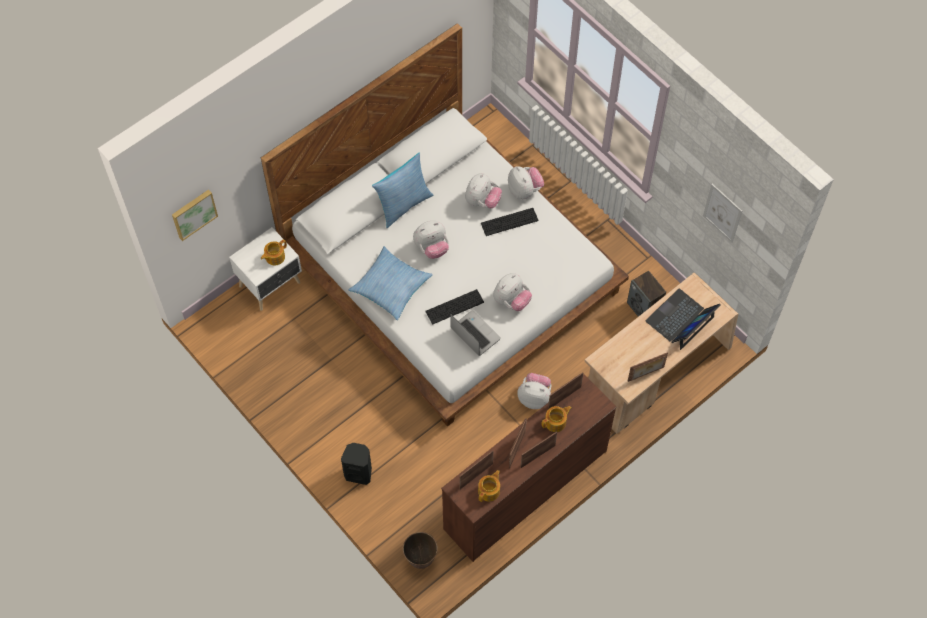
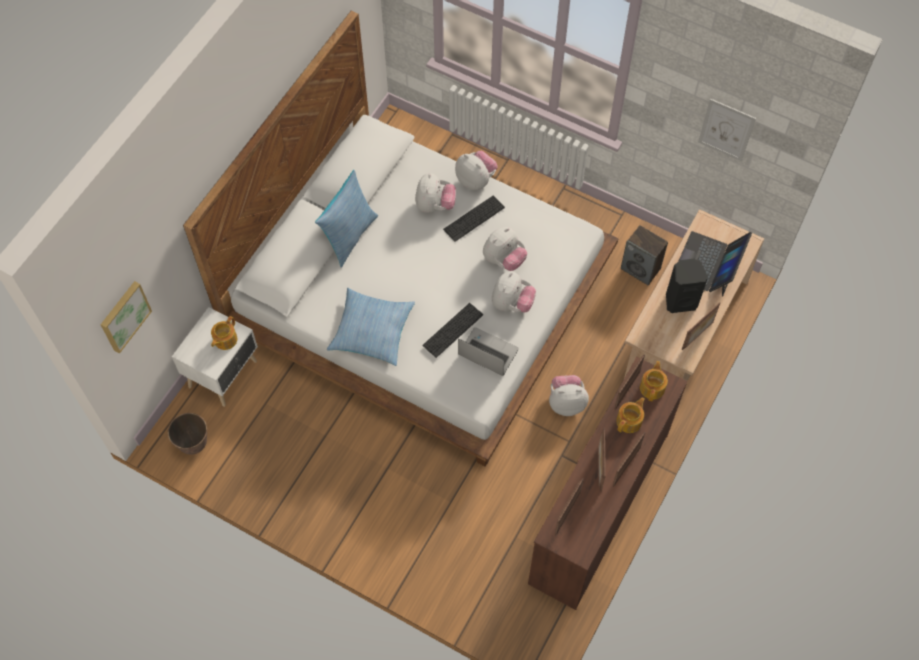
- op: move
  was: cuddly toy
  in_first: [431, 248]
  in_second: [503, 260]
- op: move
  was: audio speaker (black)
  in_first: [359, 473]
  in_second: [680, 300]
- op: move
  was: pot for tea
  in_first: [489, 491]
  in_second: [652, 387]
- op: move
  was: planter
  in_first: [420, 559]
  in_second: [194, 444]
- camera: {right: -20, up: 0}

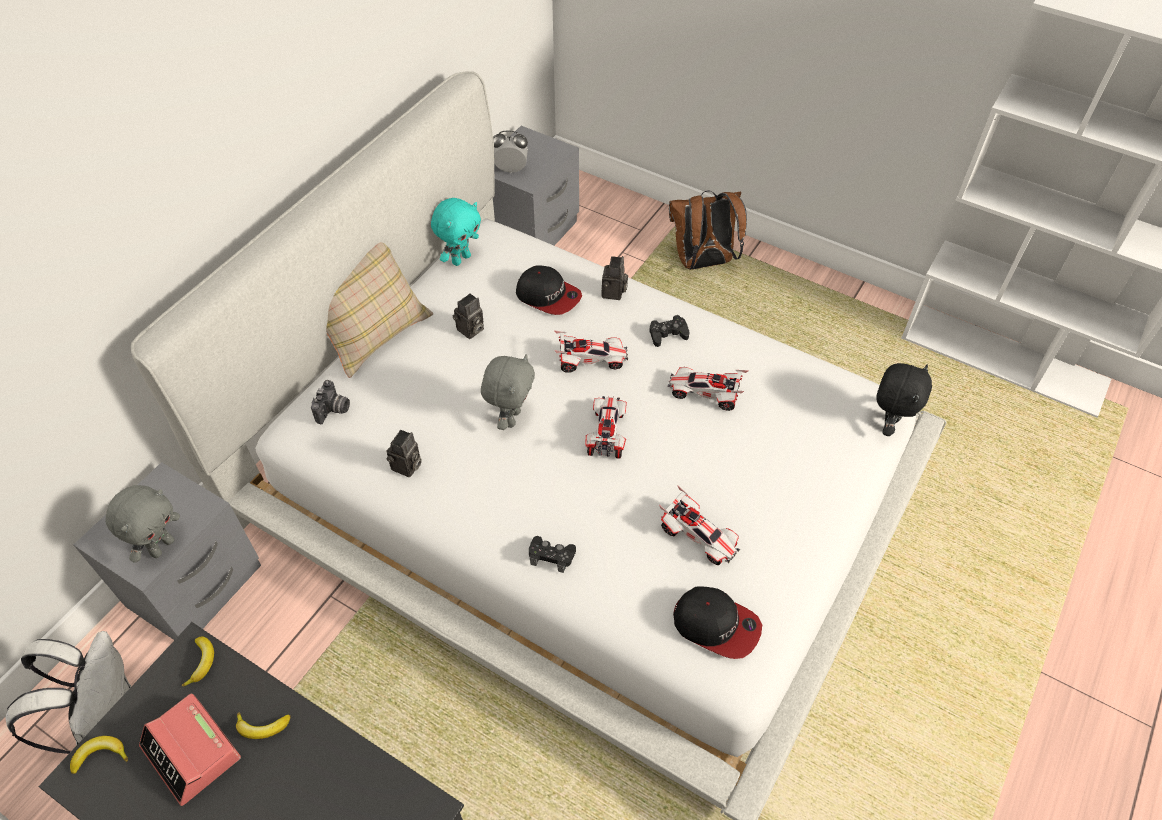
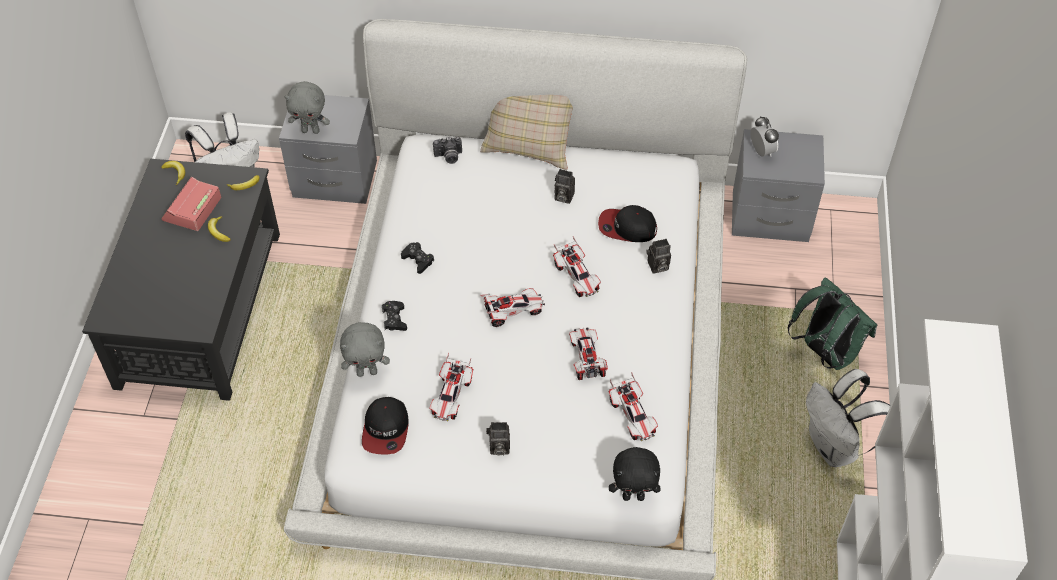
- op: recolor
  was: backpack (brown-coloured)
  now: backpack (green)
  in_first: [702, 263]
  in_second: [824, 352]
- op: delete
  was: cuddly toy (blue-green)
  in_first: [460, 259]
- op: rotate
  was: peaked cap
  in_first: [548, 296]
  in_second: [627, 227]
  clockwise: 90
- op: move
  was: joypad (black)
  in_first: [668, 334]
  in_second: [418, 260]
- op: move
  was: cuddly toy (grey)
  in_first: [511, 418]
  in_second: [367, 372]
- op: move
  was: still camera
  in_first: [407, 467]
  in_second: [498, 448]
- op: insert
  now: backpack (white-coloured)
  in_second: [835, 447]
- op: insert
  now: toy car
  in_second: [633, 416]
- camera: {right: 65, up: 0}

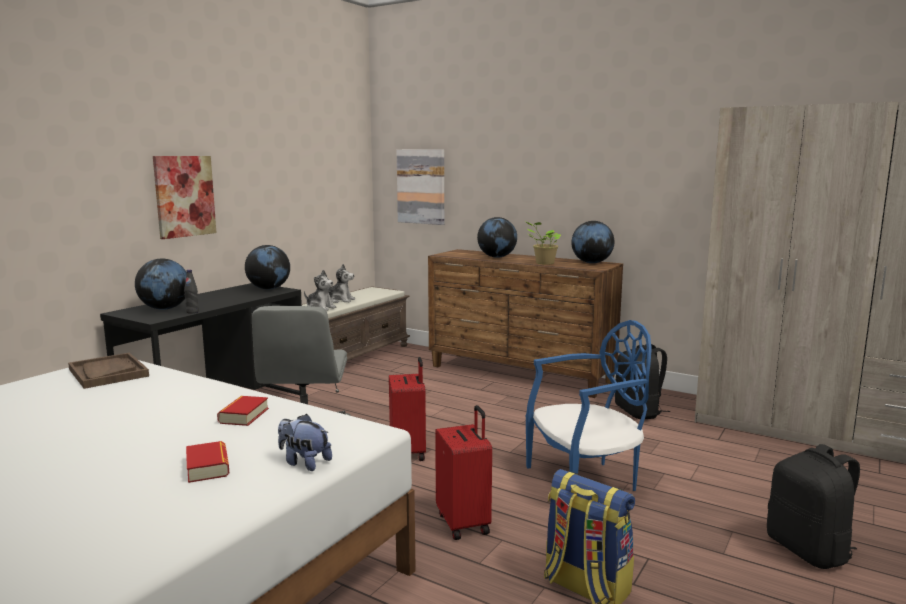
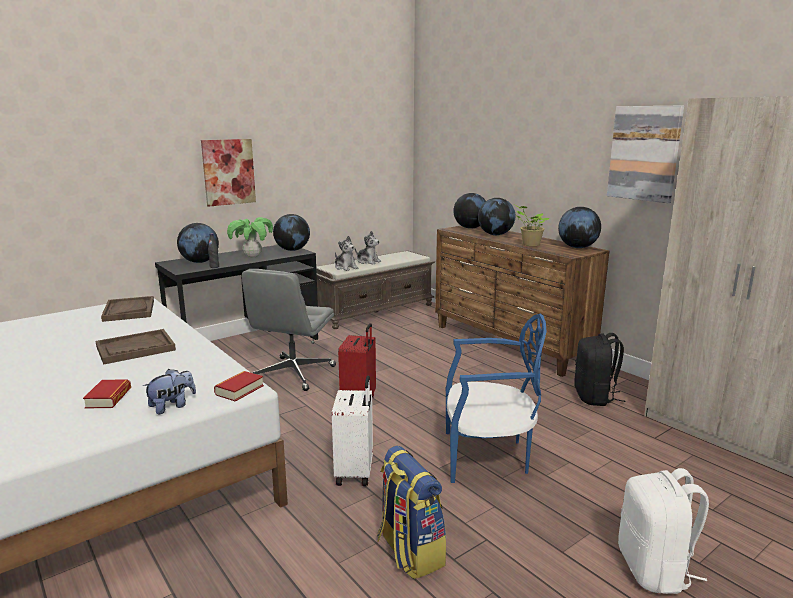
- op: move
  was: wall art
  in_first: [421, 186]
  in_second: [644, 153]
- op: move
  was: bound book
  in_first: [243, 416]
  in_second: [239, 390]
- op: recolor
  was: suitcase (red)
  now: suitcase (white-coloured)
  in_first: [464, 523]
  in_second: [355, 472]
- op: rotate
  was: cuddly toy
  in_first: [304, 462]
  in_second: [172, 406]
  clockwise: 90
- op: recolor
  was: backpack (black)
  now: backpack (white-coloured)
  in_first: [809, 550]
  in_second: [654, 570]
- op: insert
  now: desk globe
  in_second: [470, 228]
- op: insert
  now: potted plant
  in_second: [252, 256]
- op: insert
  now: serving tray (brown-coloured)
  in_second: [135, 348]
- camera: {right: 20, up: 5}

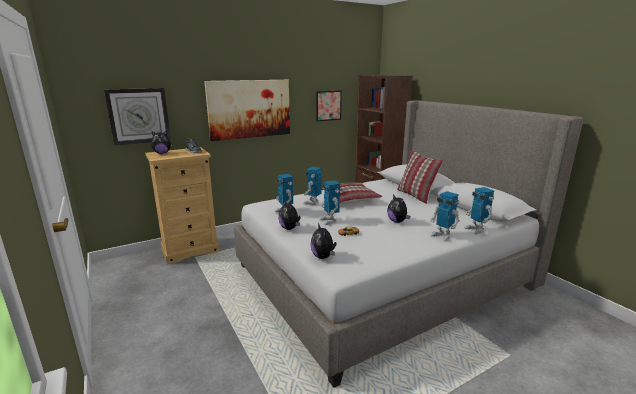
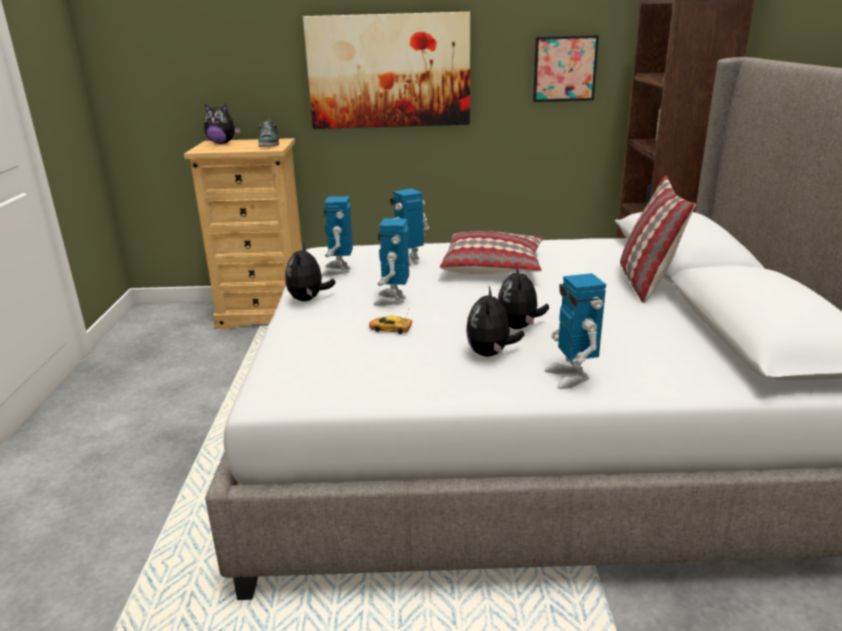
- op: delete
  was: clock on the wall
  in_first: [139, 116]
- op: delete
  was: robot figure
  in_first: [476, 229]
- op: move
  was: cuddly toy
  in_first: [323, 257]
  in_second: [491, 354]
- camera: {right: 30, up: 5}

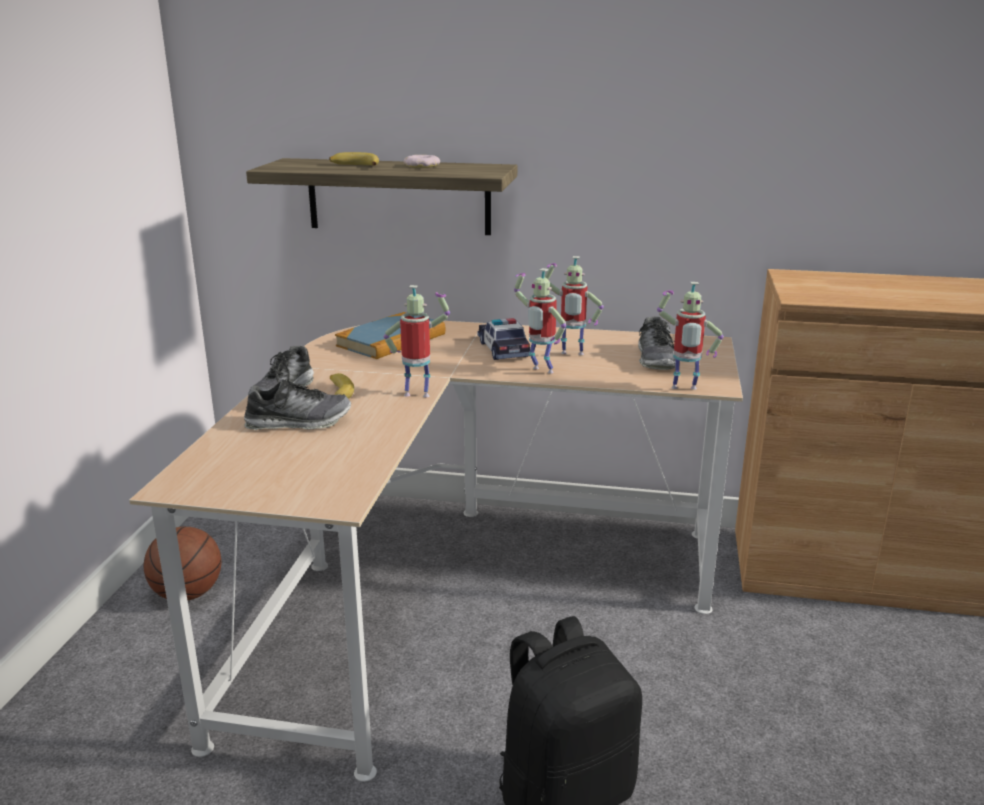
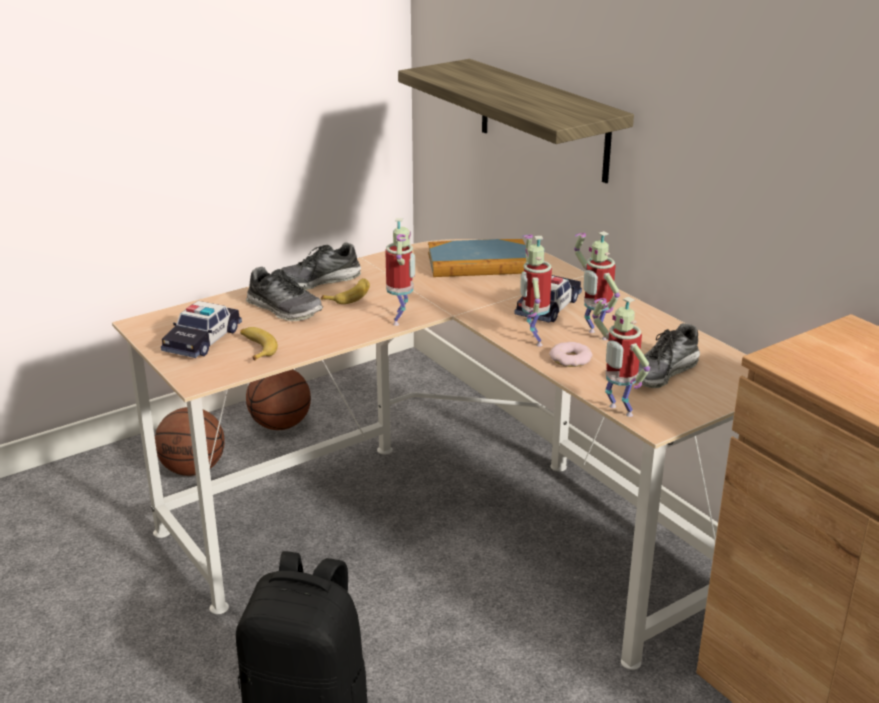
- op: move
  was: banana fruit
  in_first: [354, 166]
  in_second: [256, 348]
- op: move
  was: doughnut
  in_first: [422, 166]
  in_second: [570, 359]
- op: rotate
  was: robot figure
  in_first: [418, 394]
  in_second: [401, 320]
  clockwise: 45
- op: insert
  now: toy car
  in_second: [203, 340]
- op: insert
  now: basketball ball
  in_second: [194, 469]
- camera: {right: 45, up: 5}

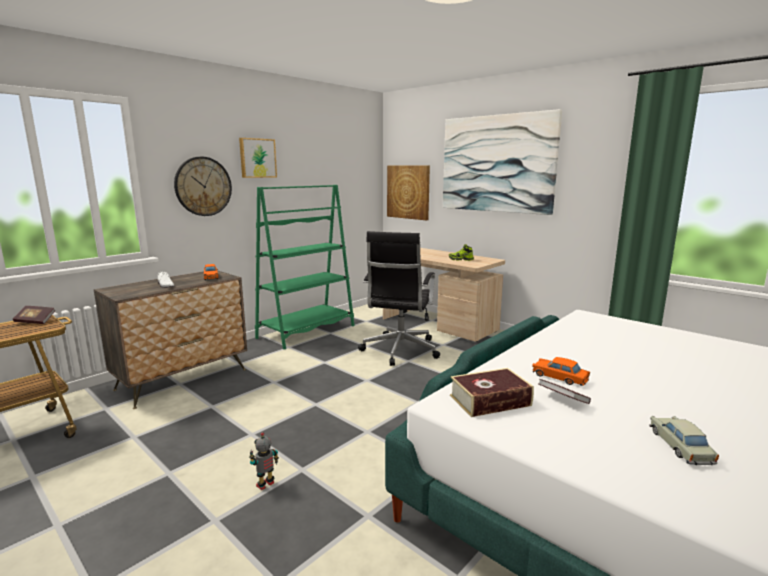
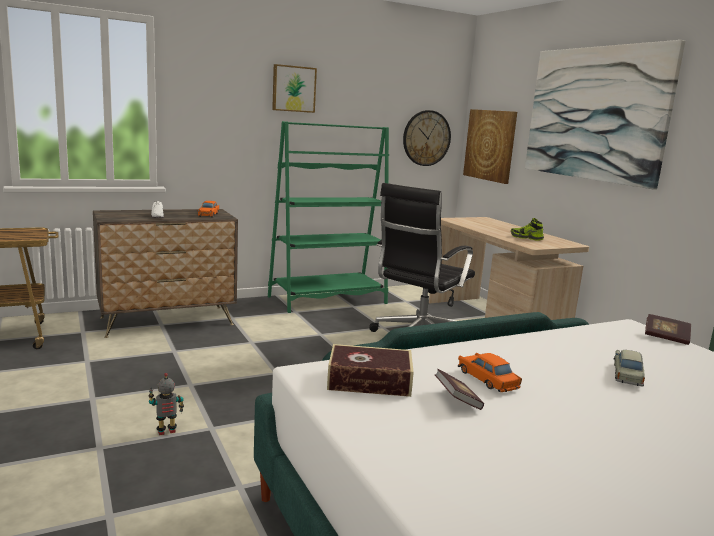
- op: move
  was: clock on the wall
  in_first: [203, 186]
  in_second: [426, 138]
- op: move
  was: bound book
  in_first: [35, 321]
  in_second: [666, 337]
- op: move
  was: toy car (beige-coloured)
  in_first: [680, 447]
  in_second: [627, 375]
- camera: {right: 20, up: 0}

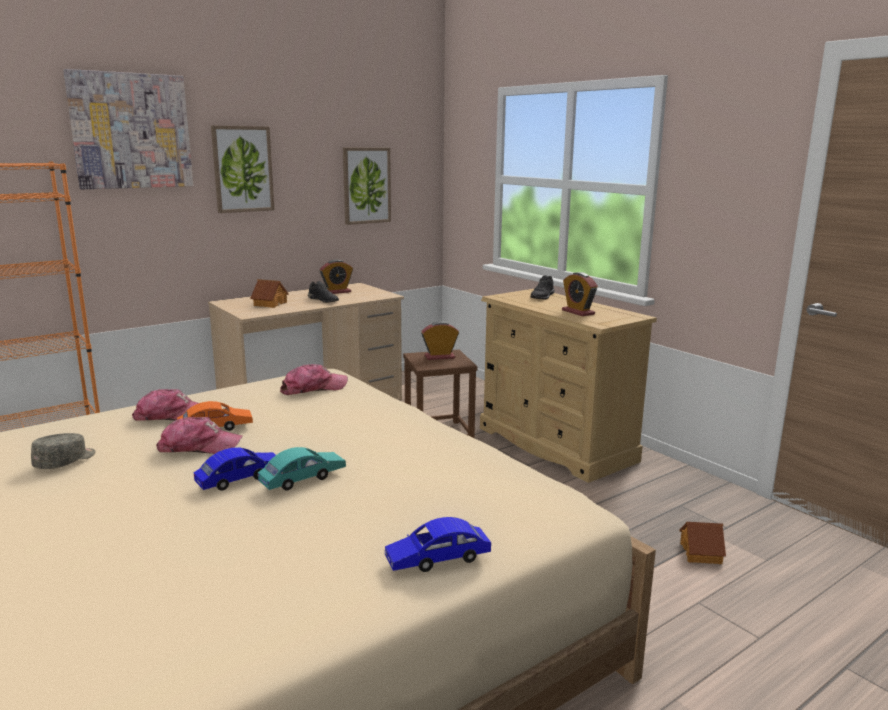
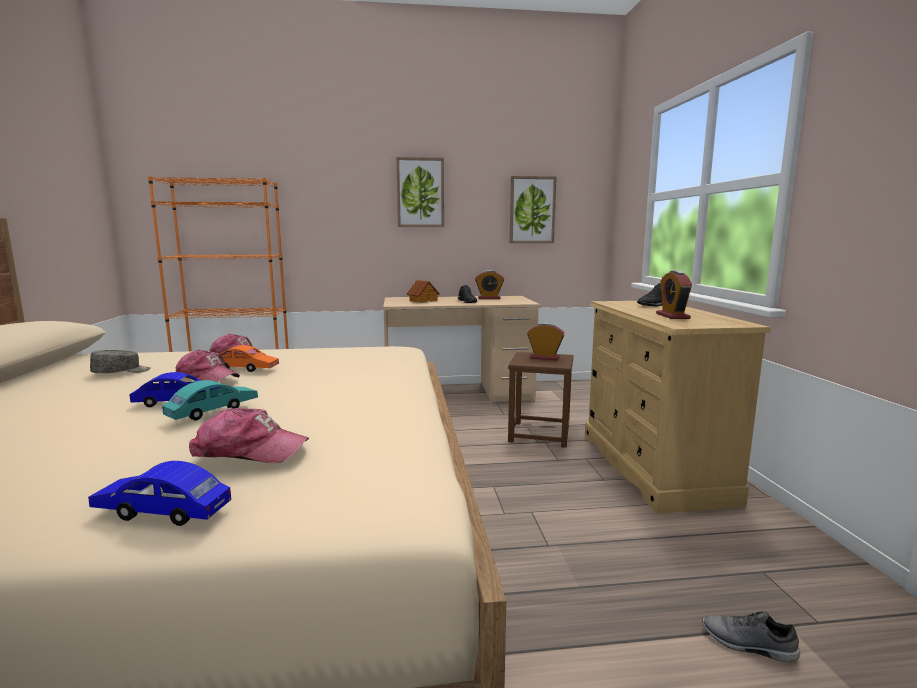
- op: delete
  was: wall art
  in_first: [131, 131]
- op: move
  was: peaked cap
  in_first: [313, 388]
  in_second: [249, 451]
- op: rotate
  was: toy car (blue-green)
  in_first: [303, 478]
  in_second: [213, 411]
  clockwise: -45
- op: replace
  was: model house
  now: low shoe (grey)
  in_first: [701, 553]
  in_second: [747, 645]
- camera: {right: 30, up: -5}

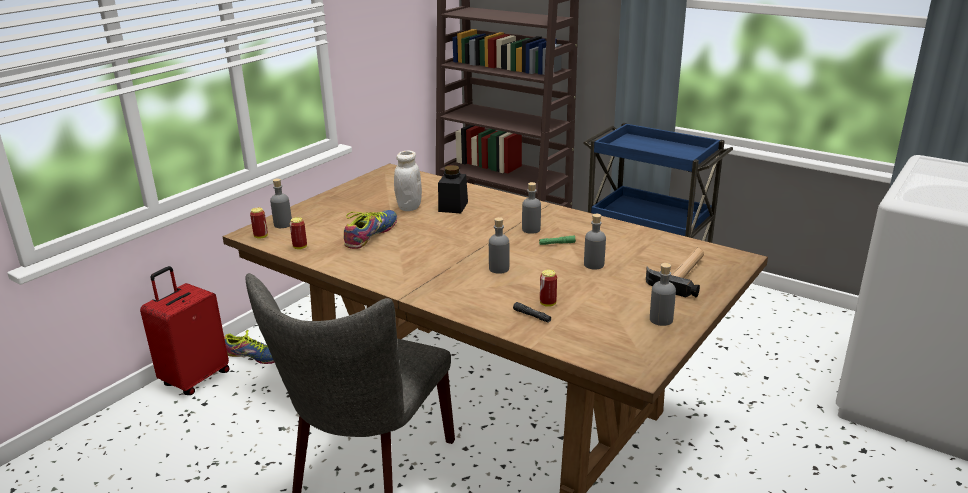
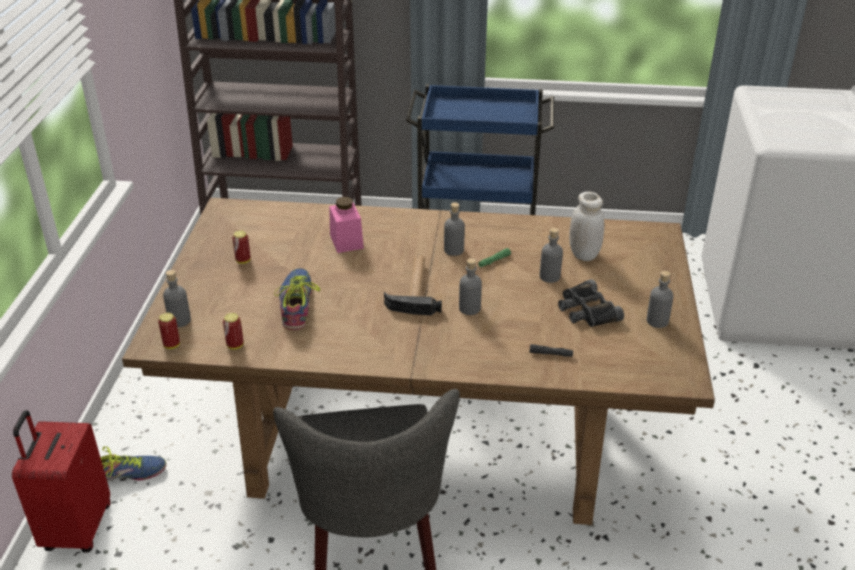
- op: move
  was: preserve jar (white-coloured)
  in_first: [409, 207]
  in_second: [584, 254]
- op: recolor
  was: preserve jar (black)
  now: preserve jar (pink)
  in_first: [453, 206]
  in_second: [346, 241]
- op: move
  was: hammer
  in_first: [682, 274]
  in_second: [415, 288]
- op: move
  was: can
  in_first: [548, 304]
  in_second: [243, 261]
- op: insert
  now: field glasses (black)
  in_second: [586, 310]
- camera: {right: -30, up: 10}

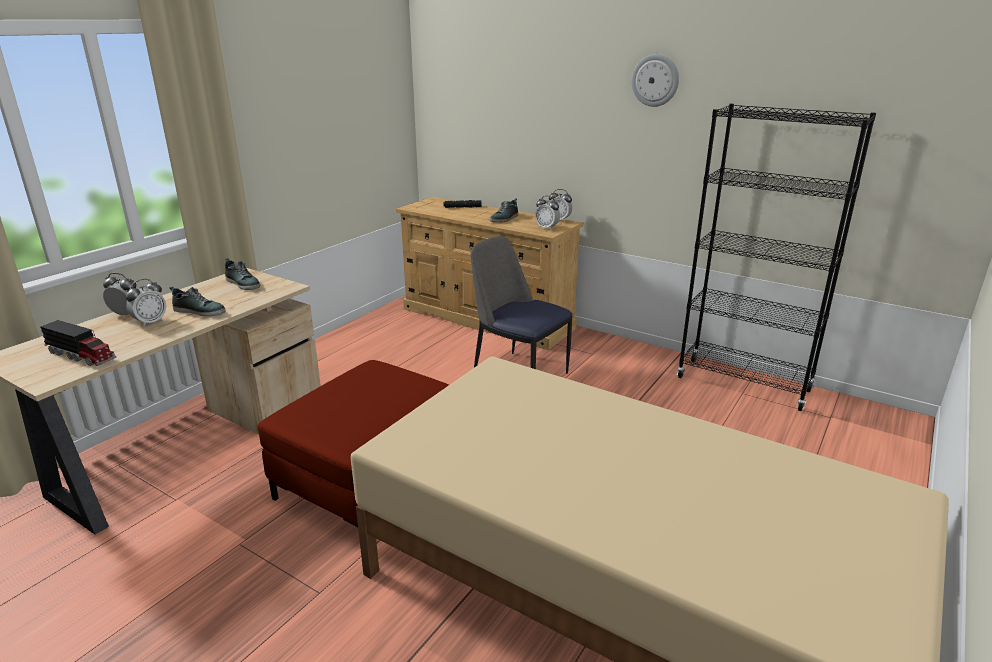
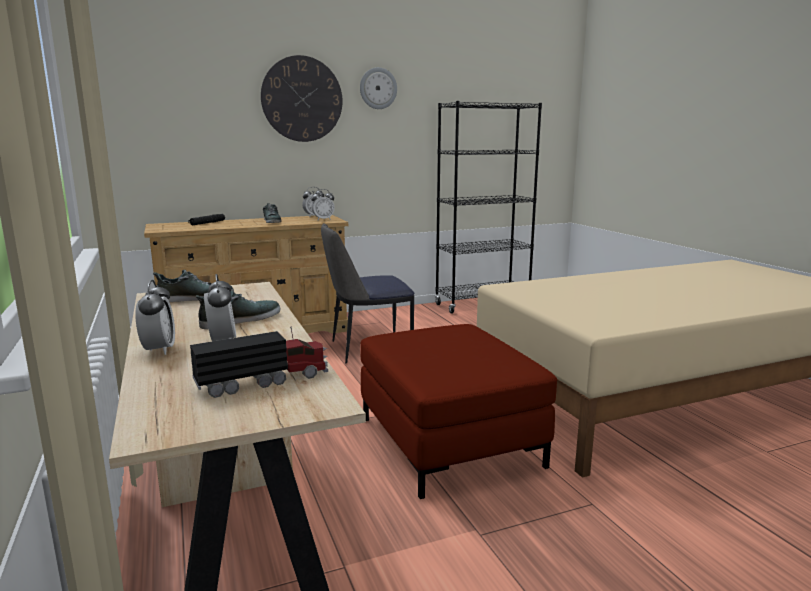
- op: rotate
  was: alarm clock
  in_first: [126, 314]
  in_second: [159, 350]
  clockwise: 120
- op: insert
  now: clock on the wall
  in_second: [302, 99]
- camera: {right: -55, up: -10}

